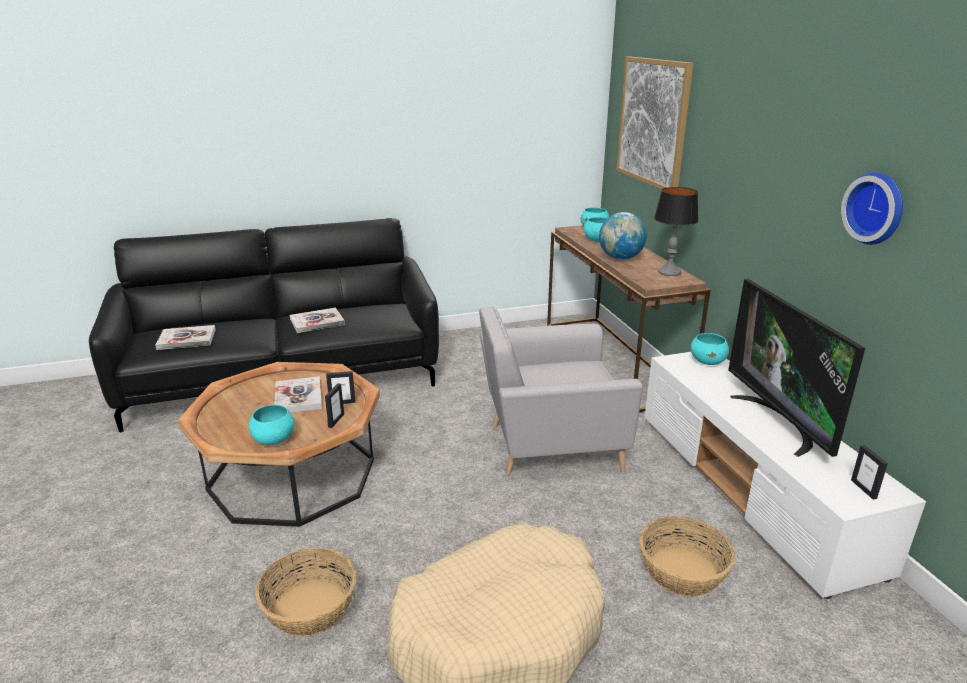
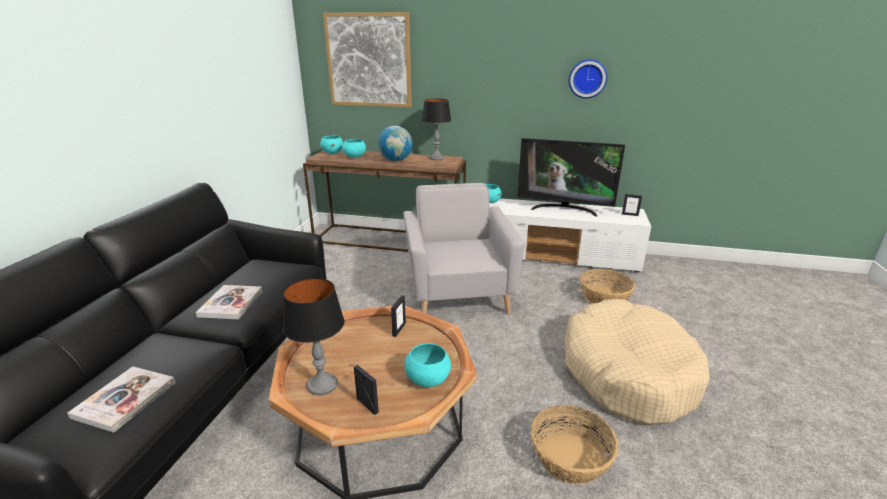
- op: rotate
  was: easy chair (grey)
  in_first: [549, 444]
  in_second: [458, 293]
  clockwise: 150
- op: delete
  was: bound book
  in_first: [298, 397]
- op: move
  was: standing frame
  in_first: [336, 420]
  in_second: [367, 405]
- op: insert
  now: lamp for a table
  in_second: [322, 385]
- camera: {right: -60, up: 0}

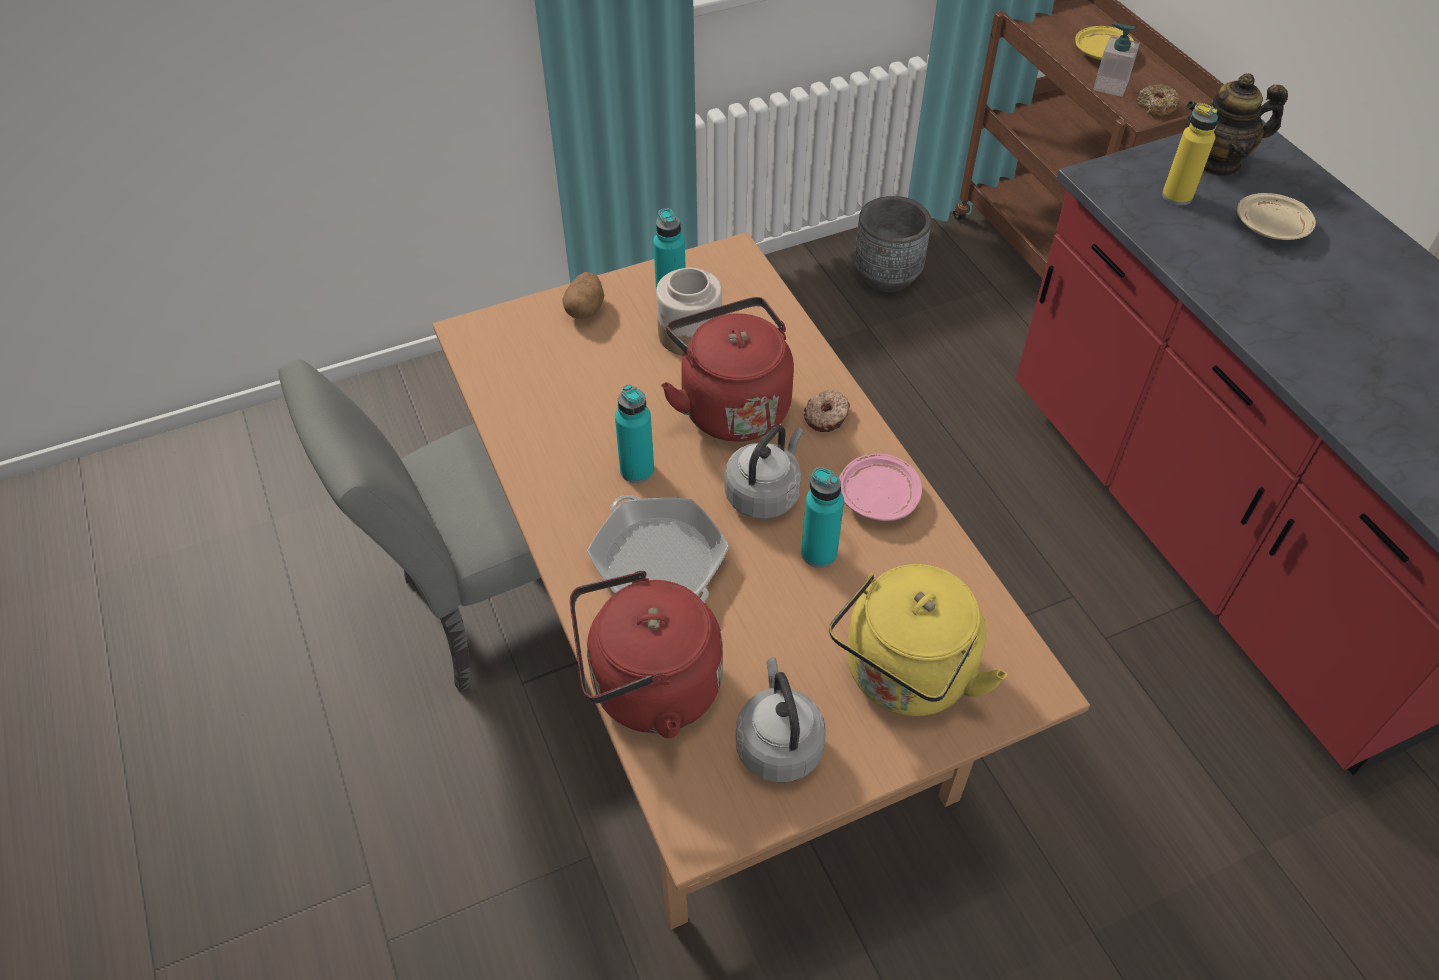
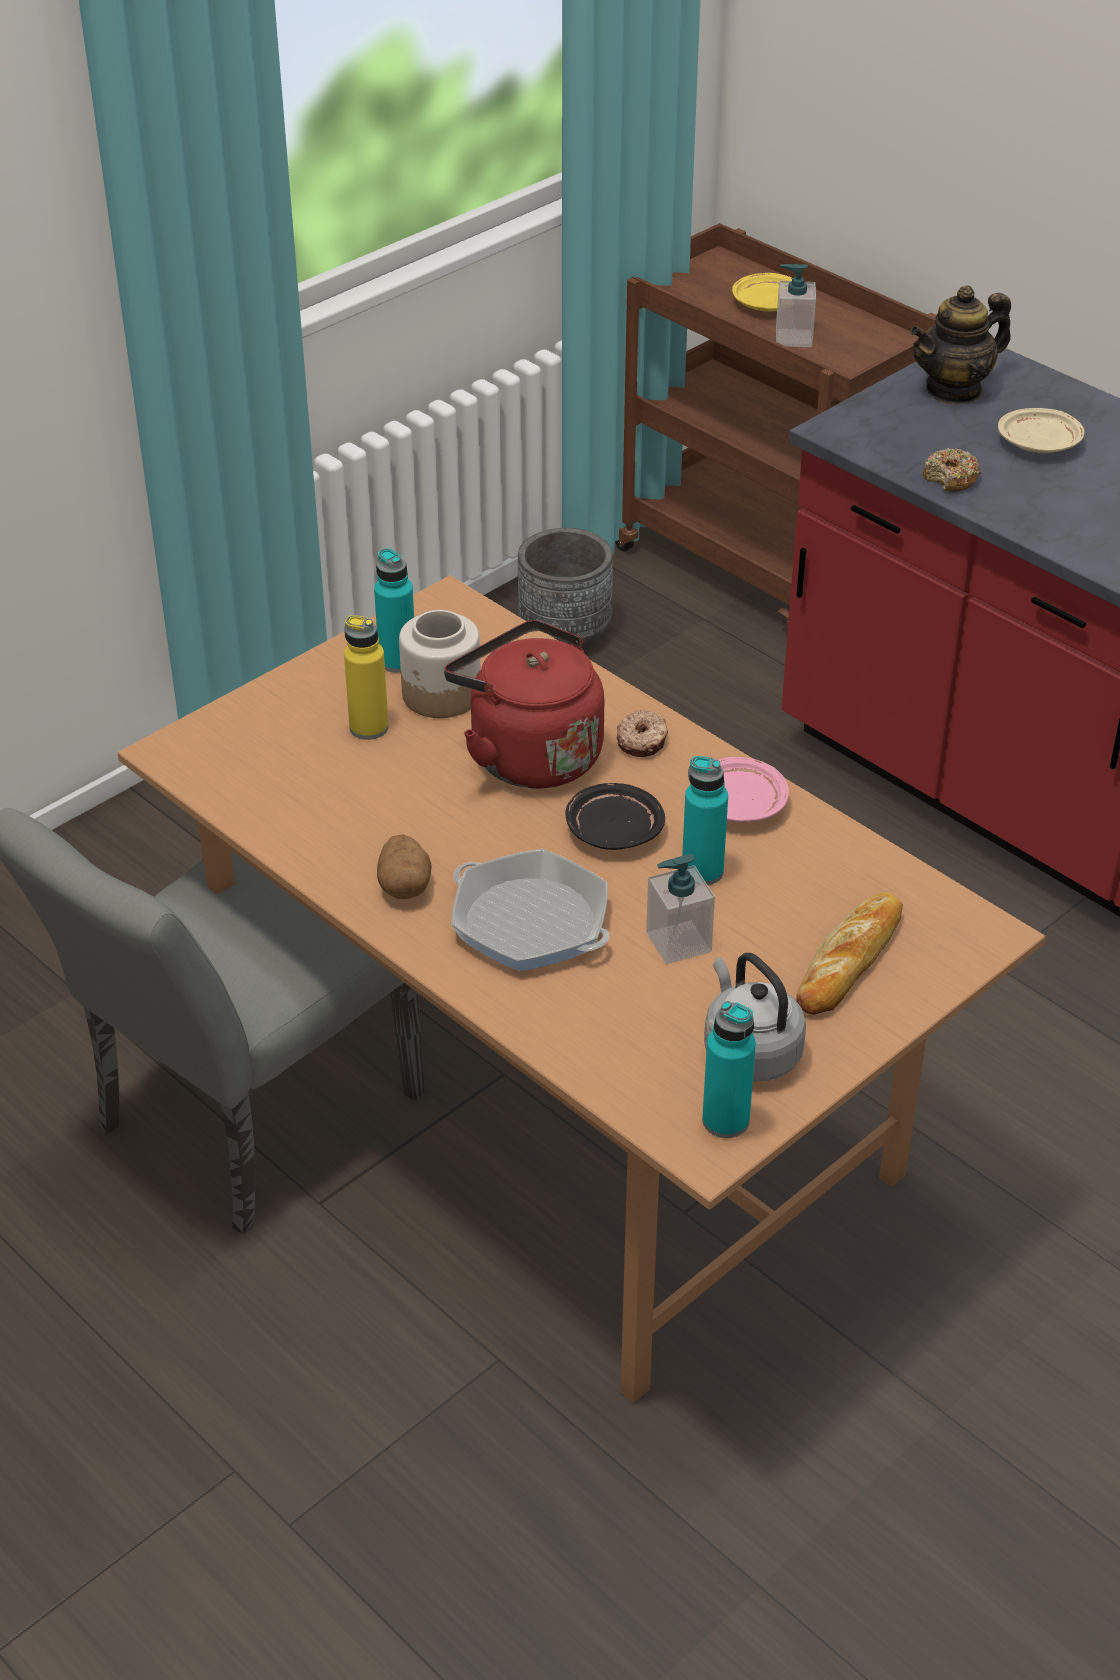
- op: move
  was: doughnut
  in_first: [1156, 107]
  in_second: [951, 478]
- op: move
  was: beverage bottle (yellowish)
  in_first: [1177, 196]
  in_second: [369, 728]
- op: move
  was: whole potato
  in_first: [585, 309]
  in_second: [404, 885]
- op: move
  was: beverage bottle (blue-green)
  in_first: [637, 470]
  in_second: [725, 1120]
- op: replace
  was: water kettle (grey)
  now: dinner plate (black)
  in_first: [764, 493]
  in_second: [613, 830]
- op: replace
  was: water kettle (yellowish)
  now: bread
  in_first: [905, 677]
  in_second: [850, 960]
- op: delete
  was: water kettle (red)
  in_first: [648, 689]
- op: insert
  now: soap dispenser
  in_second: [678, 942]
- camera: {right: -20, up: -10}

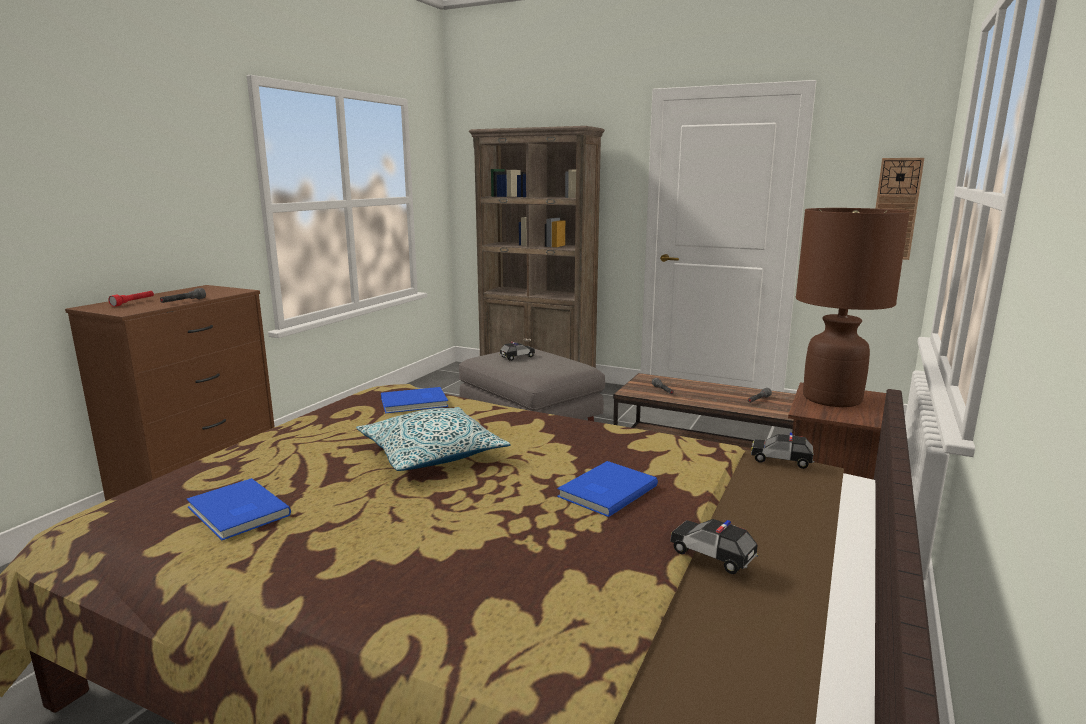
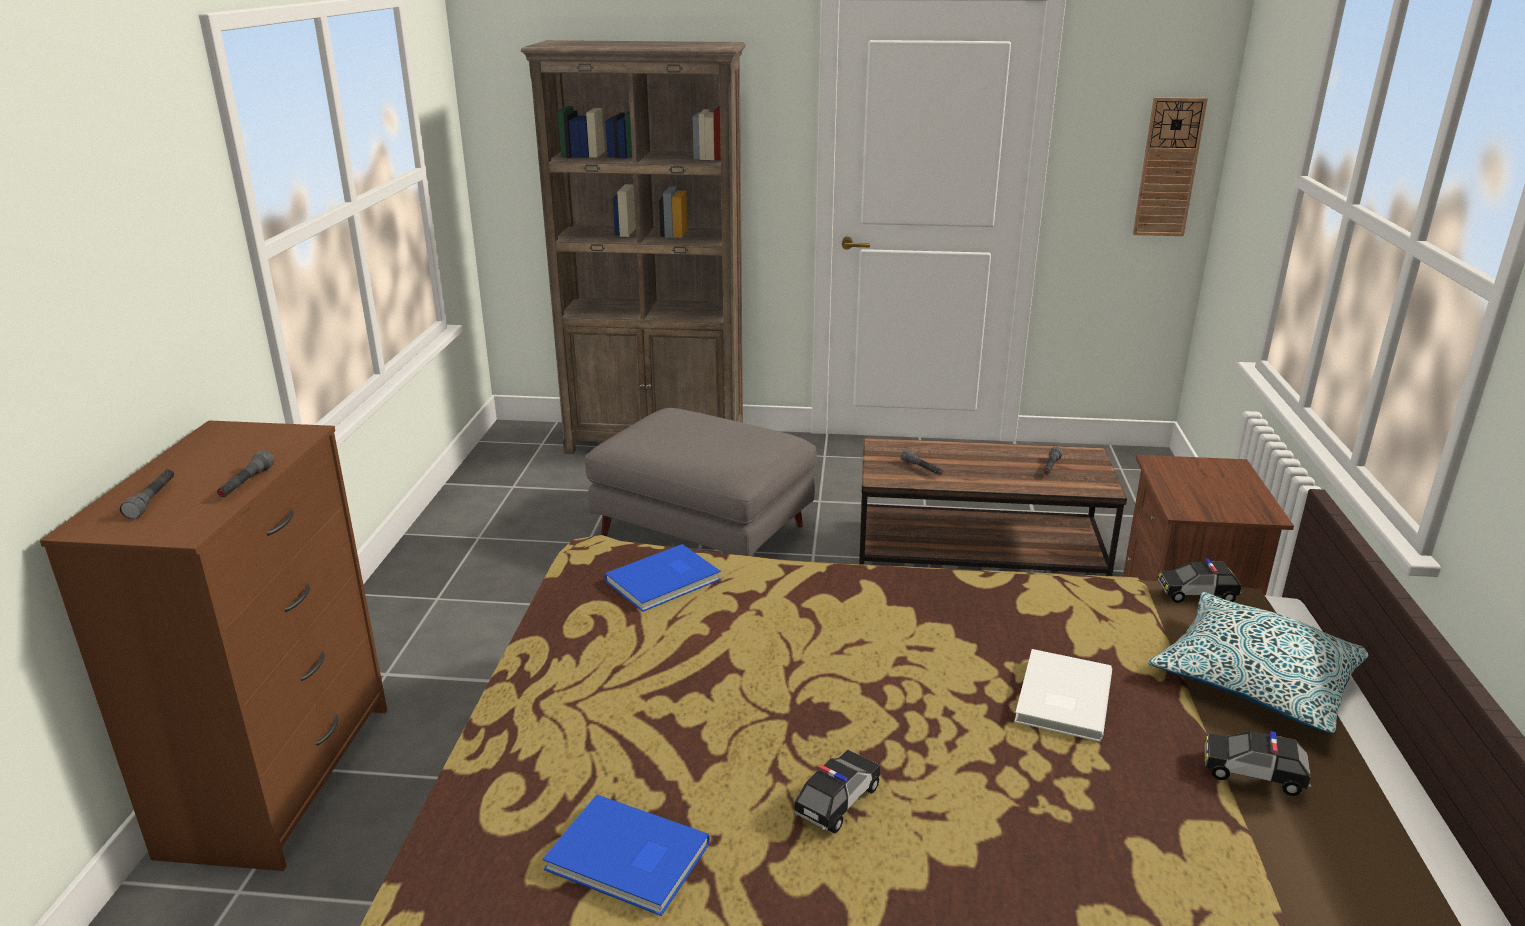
- op: delete
  was: lamp for a table (brown-coloured)
  in_first: [832, 399]
- op: recolor
  was: flashlight (red)
  now: flashlight (grey)
  in_first: [133, 302]
  in_second: [152, 500]
- op: move
  was: toy car
  in_first: [517, 357]
  in_second: [837, 802]
- op: move
  was: pillow
  in_first: [431, 454]
  in_second: [1255, 679]
- op: recolor
  was: bound book (bluish)
  now: bound book (white-coloured)
  in_first: [605, 491]
  in_second: [1060, 698]
- camera: {right: -20, up: 10}

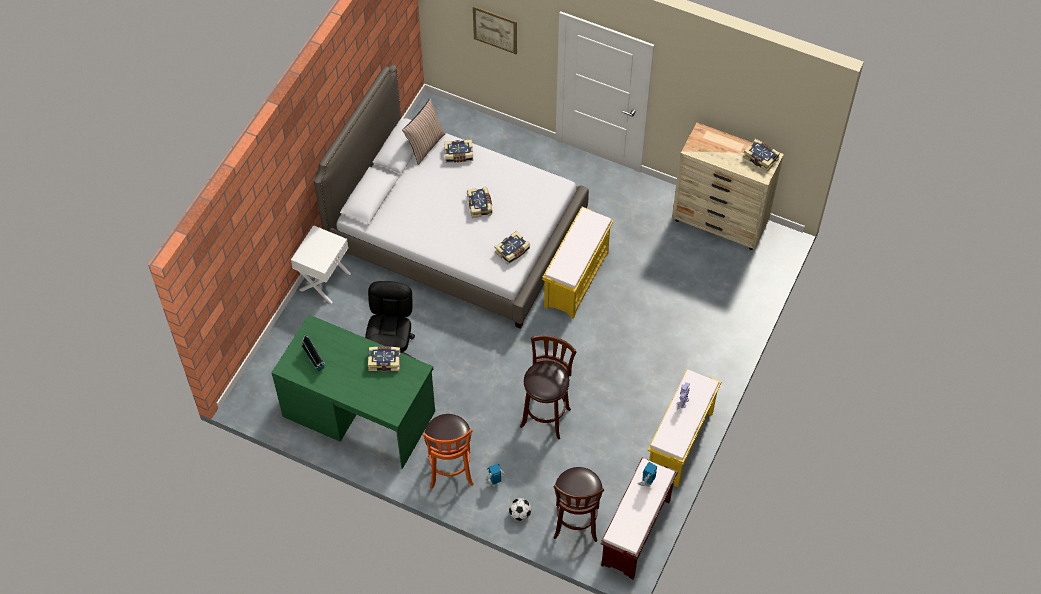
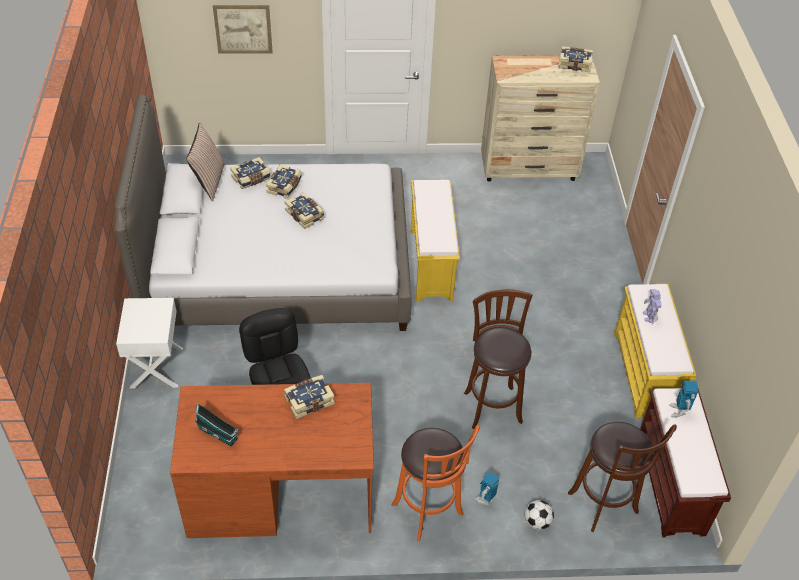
- op: move
  was: bound book
  in_first: [513, 251]
  in_second: [285, 186]
- op: recolor
  was: desk unit (green)
  now: desk unit (brown-coloured)
  in_first: [359, 412]
  in_second: [280, 492]
- camera: {right: -30, up: -10}

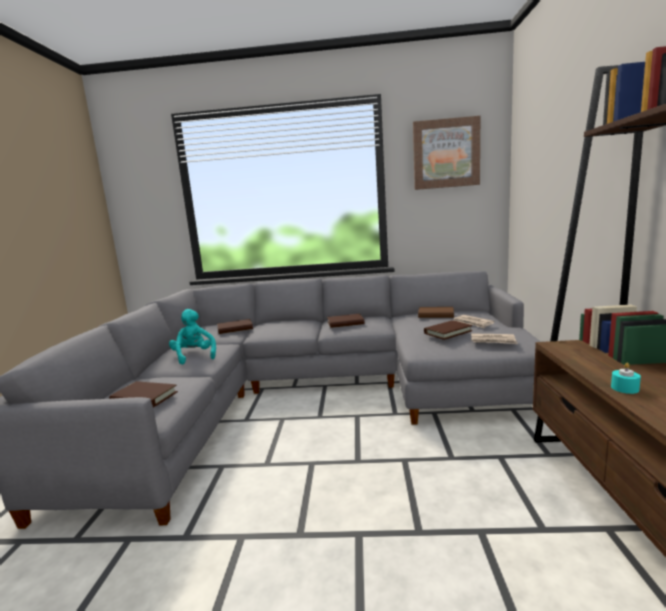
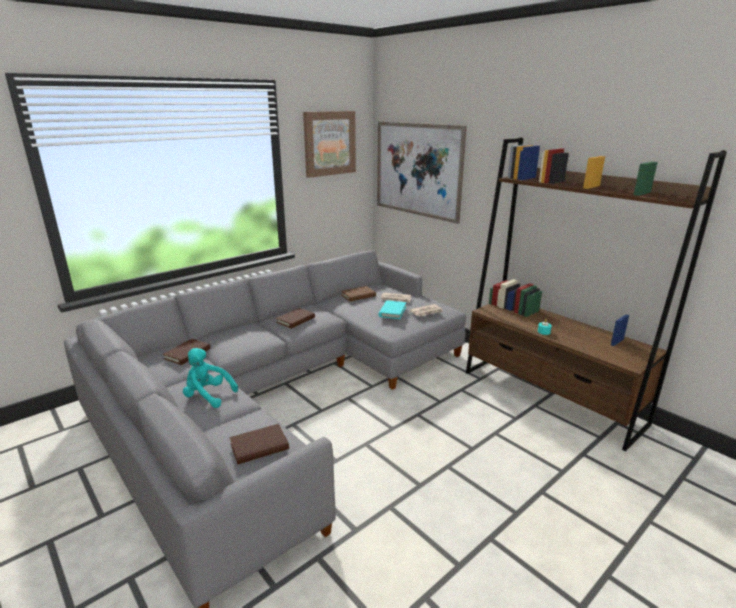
- op: recolor
  was: bound book (brown-coloured)
  now: bound book (blue-green)
  in_first: [448, 332]
  in_second: [392, 311]
- op: insert
  now: wall art
  in_second: [417, 170]
- camera: {right: -45, up: 10}

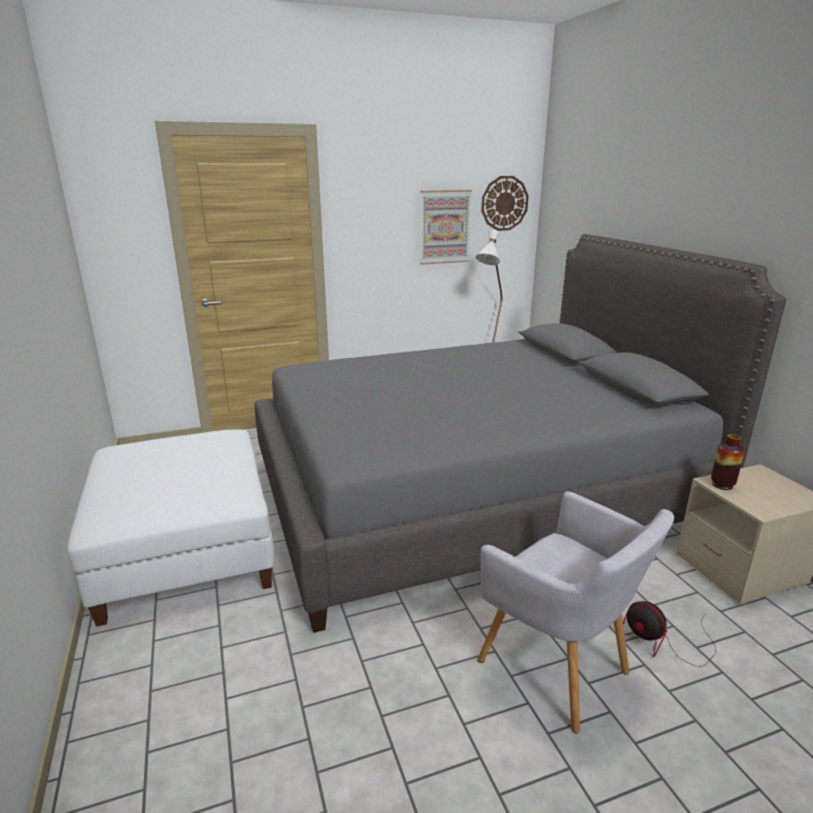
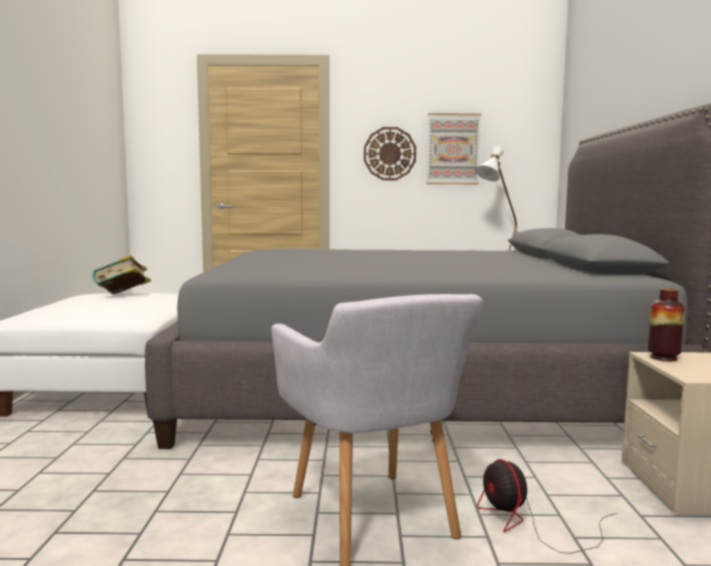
- op: move
  was: clock on the wall
  in_first: [504, 203]
  in_second: [389, 153]
- op: insert
  now: bound book
  in_second: [123, 296]
- camera: {right: 20, up: -15}

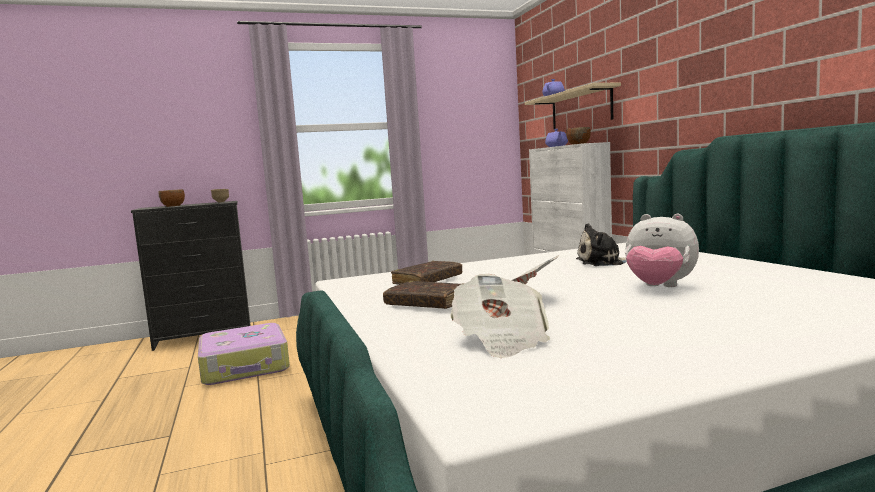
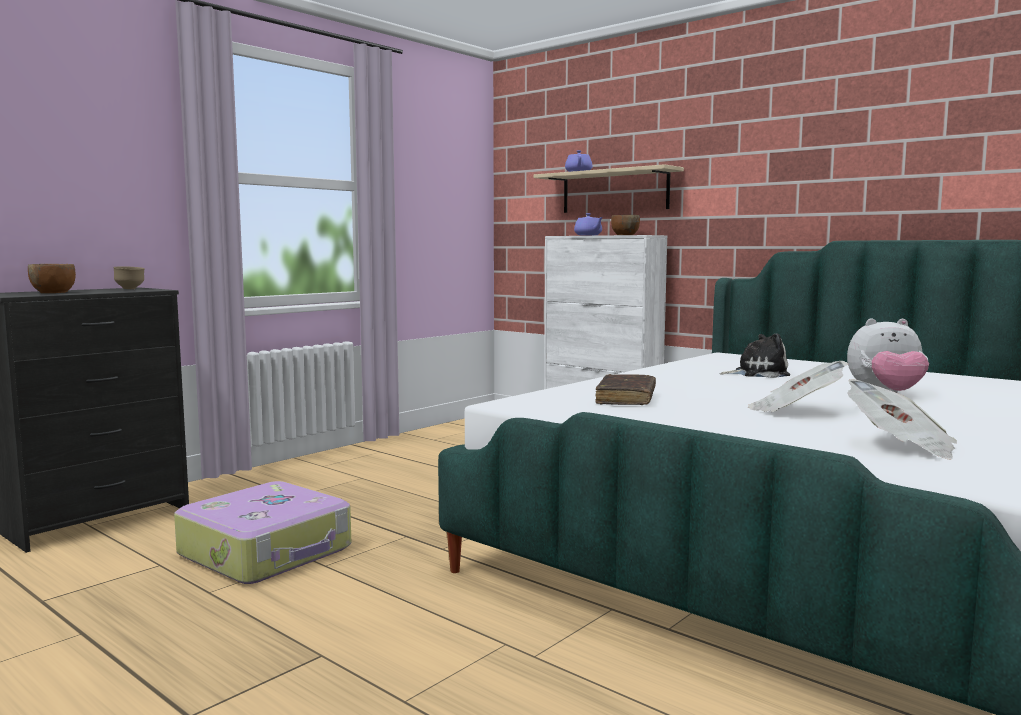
- op: rotate
  was: cuddly toy
  in_first: [603, 262]
  in_second: [757, 373]
  clockwise: -150
- op: delete
  was: bound book (brown-coloured)
  in_first: [427, 304]
- camera: {right: -30, up: 0}

